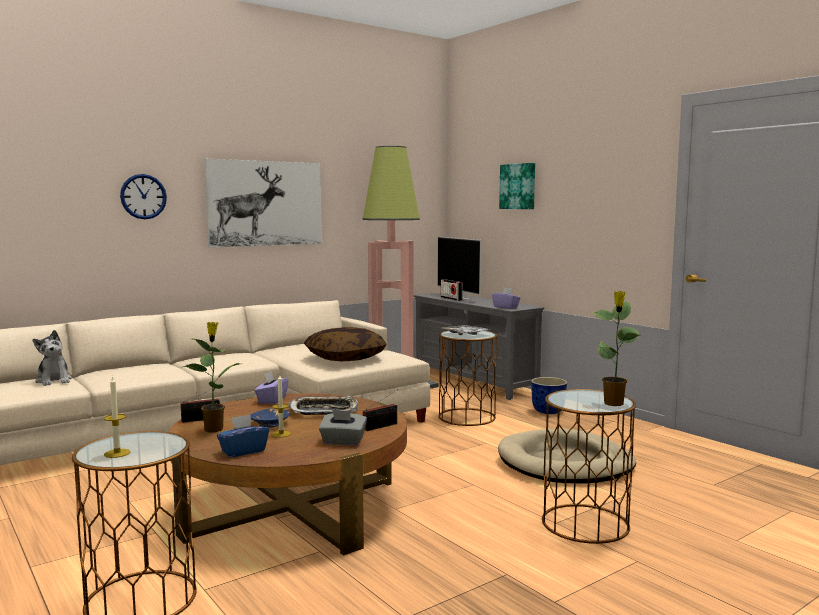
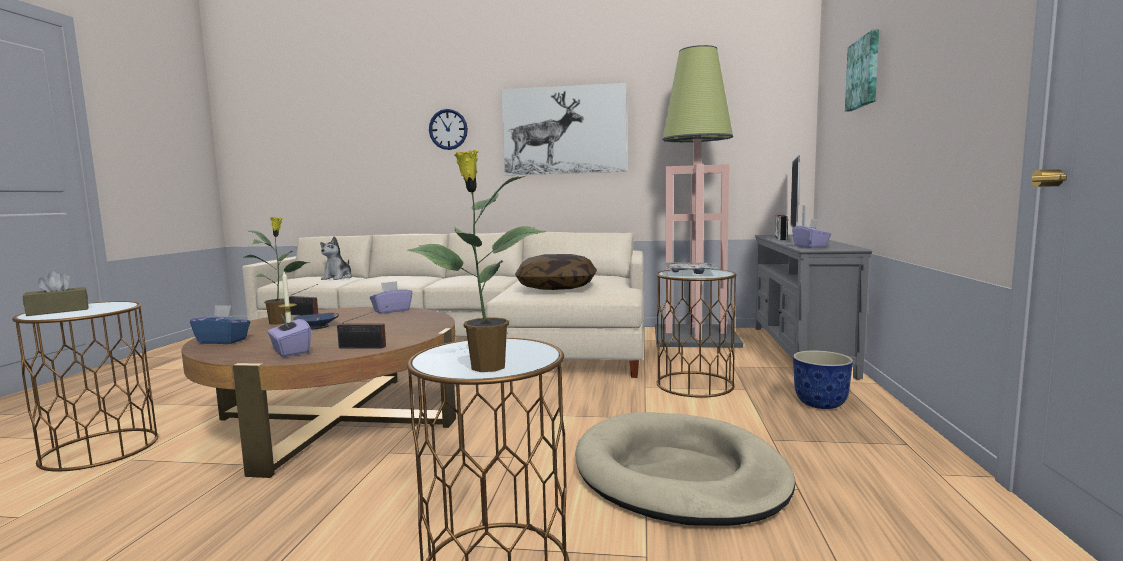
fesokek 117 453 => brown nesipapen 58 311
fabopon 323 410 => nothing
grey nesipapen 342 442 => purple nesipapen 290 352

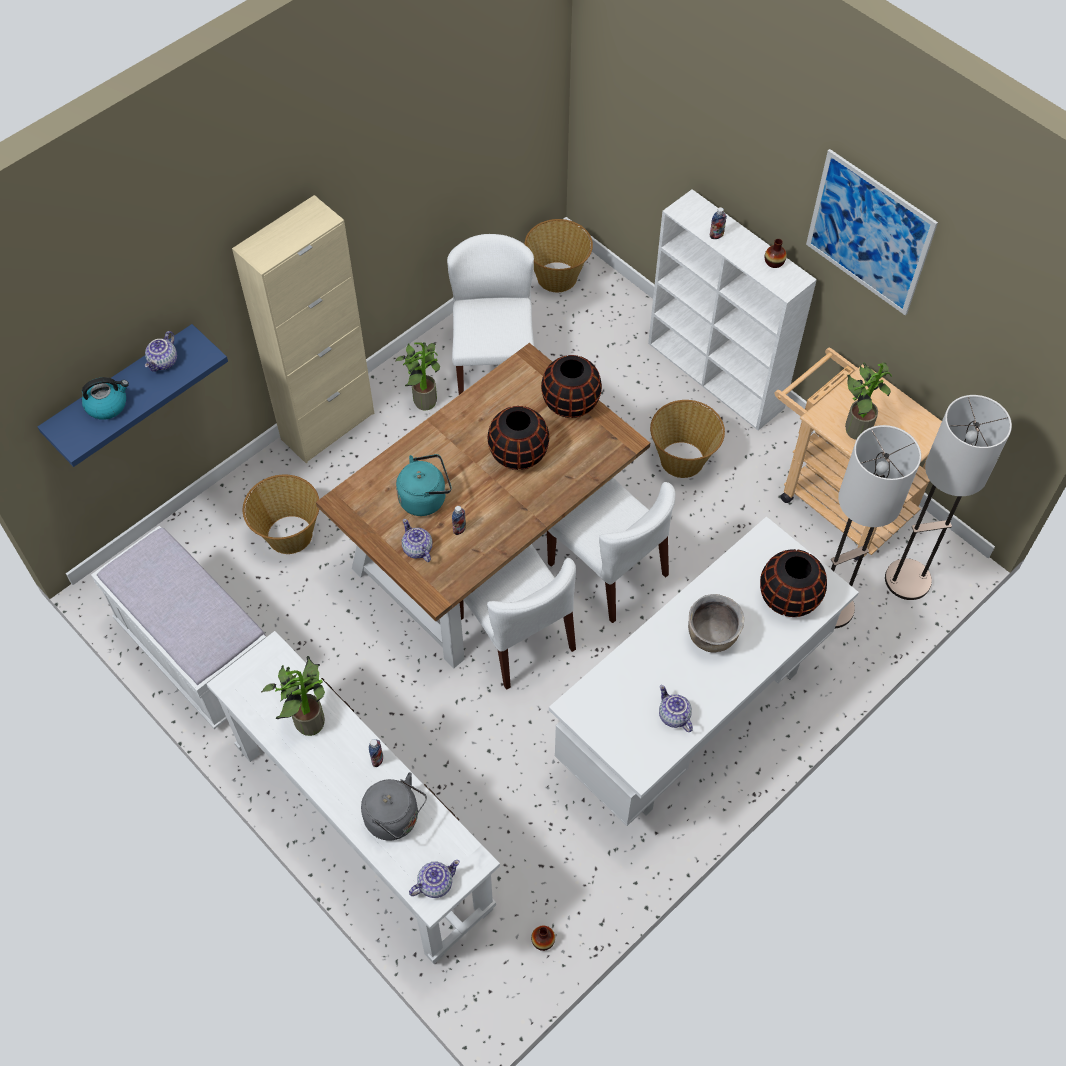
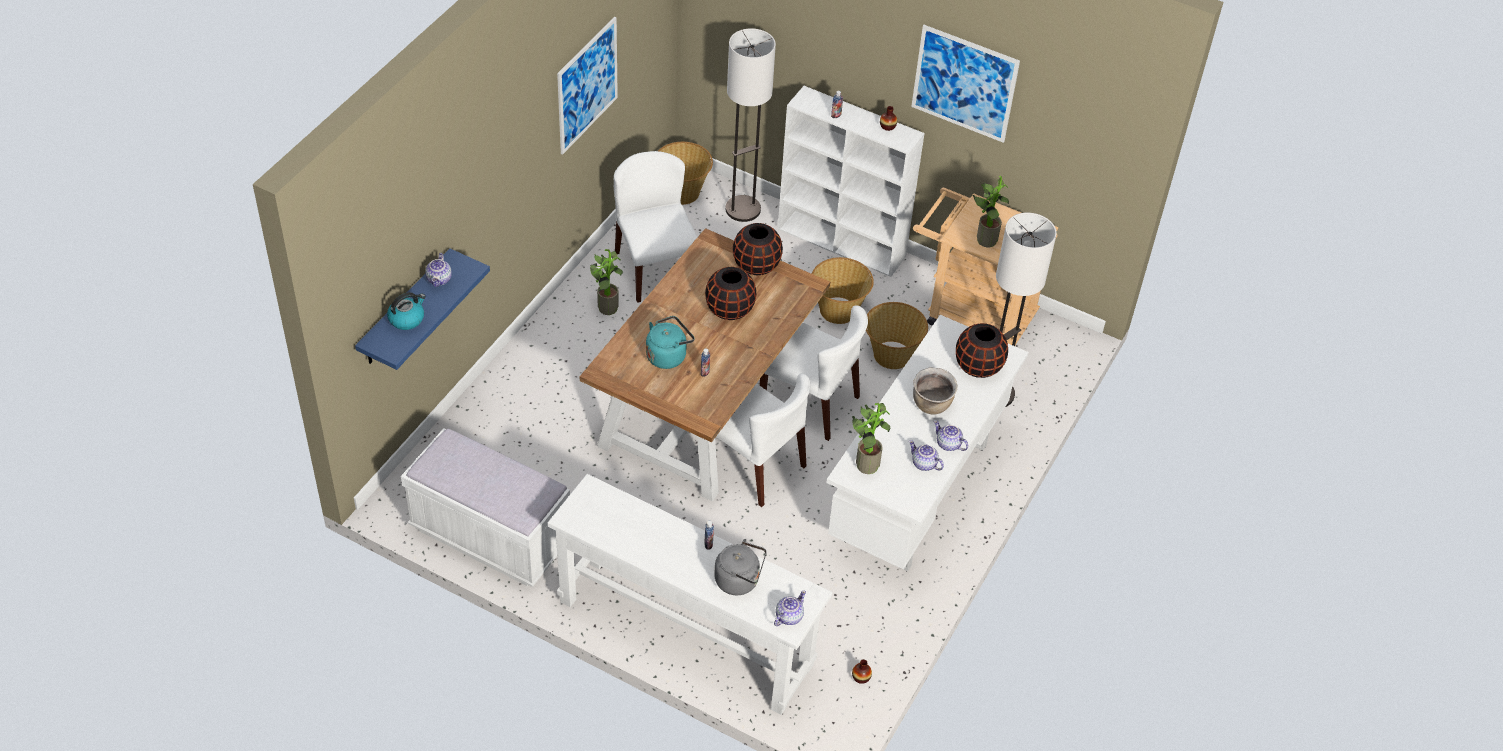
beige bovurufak 328 426 => nothing
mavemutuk 907 579 => mavemutuk 743 209, move
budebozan 288 534 => budebozan 891 355, move
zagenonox 417 549 => zagenonox 948 444, move
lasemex 308 719 => lasemex 864 463, move
nothing => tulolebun 587 85

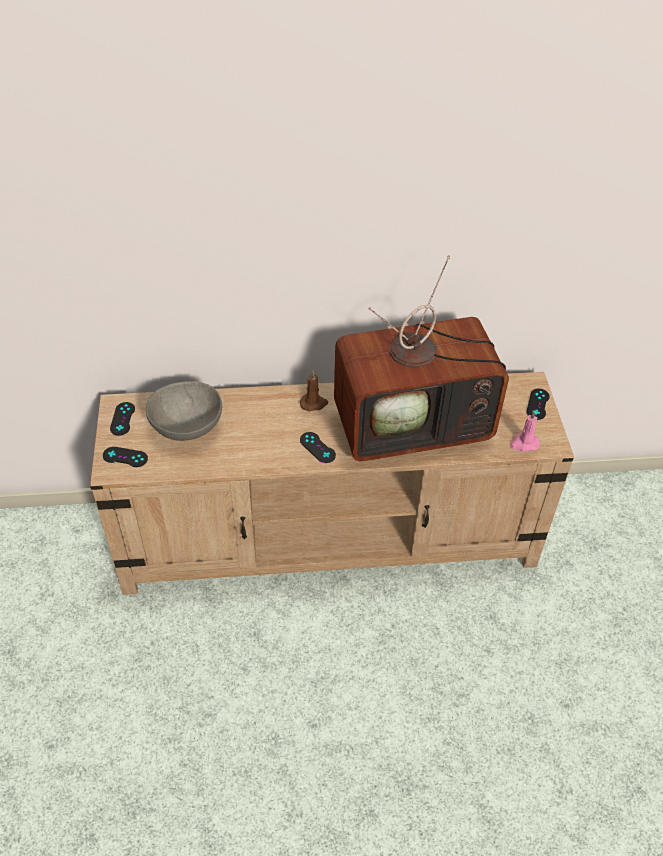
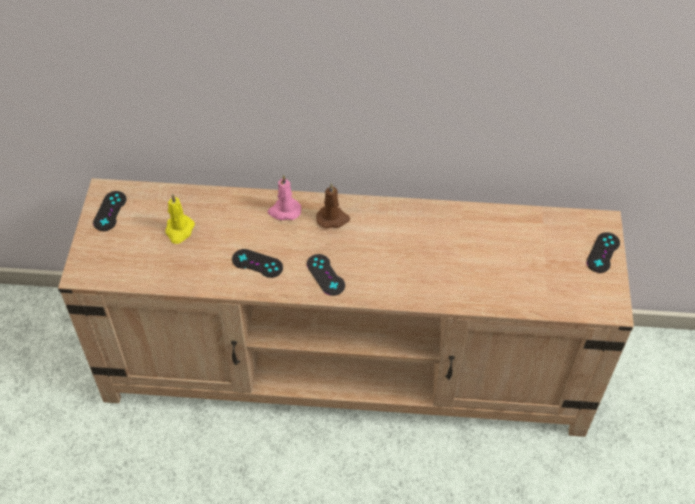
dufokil 415 422 => nothing
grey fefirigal 186 427 => yellow fesokek 179 230
pink fesokek 524 443 => pink fesokek 284 211, move
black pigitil 125 457 => black pigitil 257 263, move

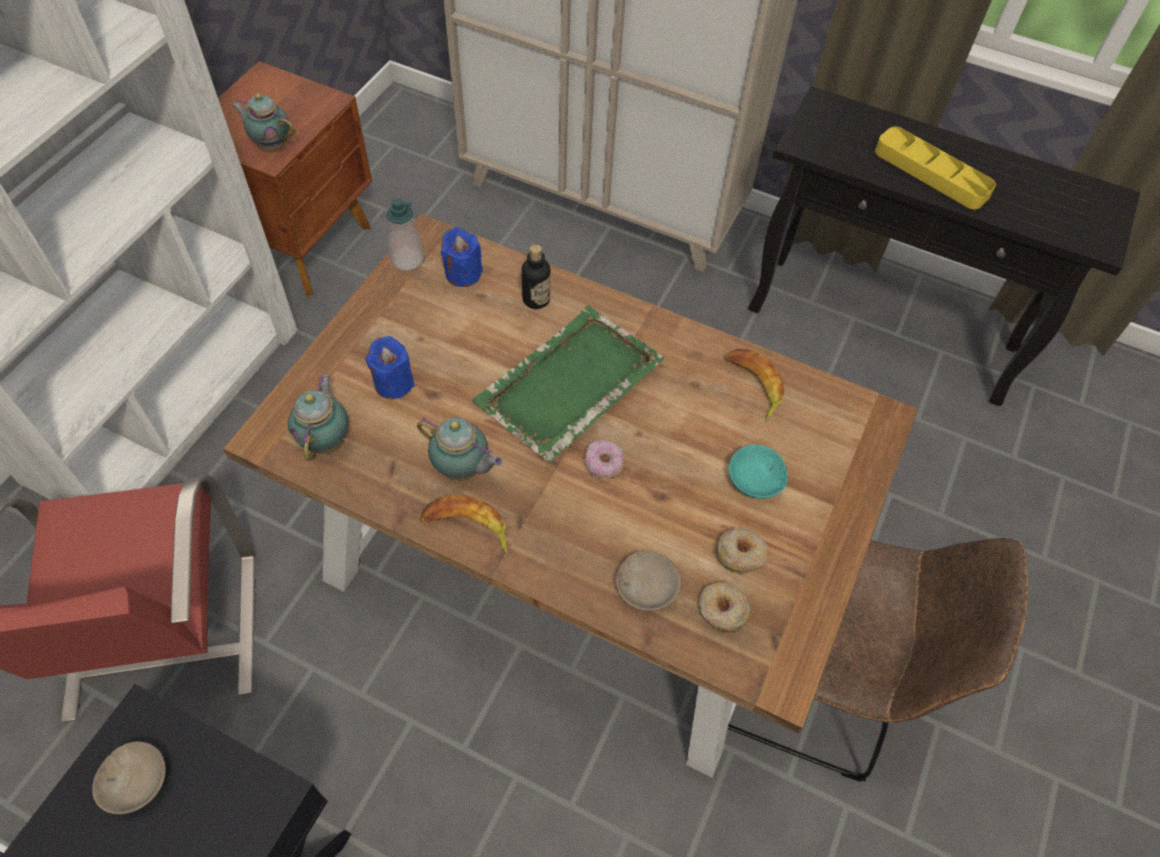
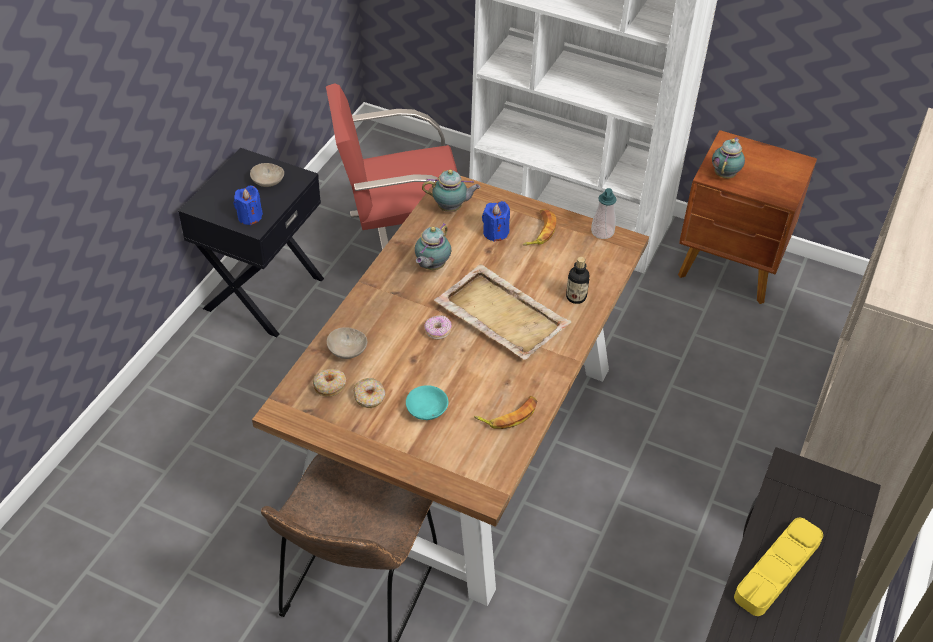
blue fesokek 463 273 => blue fesokek 249 217, move
green fabopon 568 385 => beige fabopon 500 314
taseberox 467 528 => taseberox 539 231, move

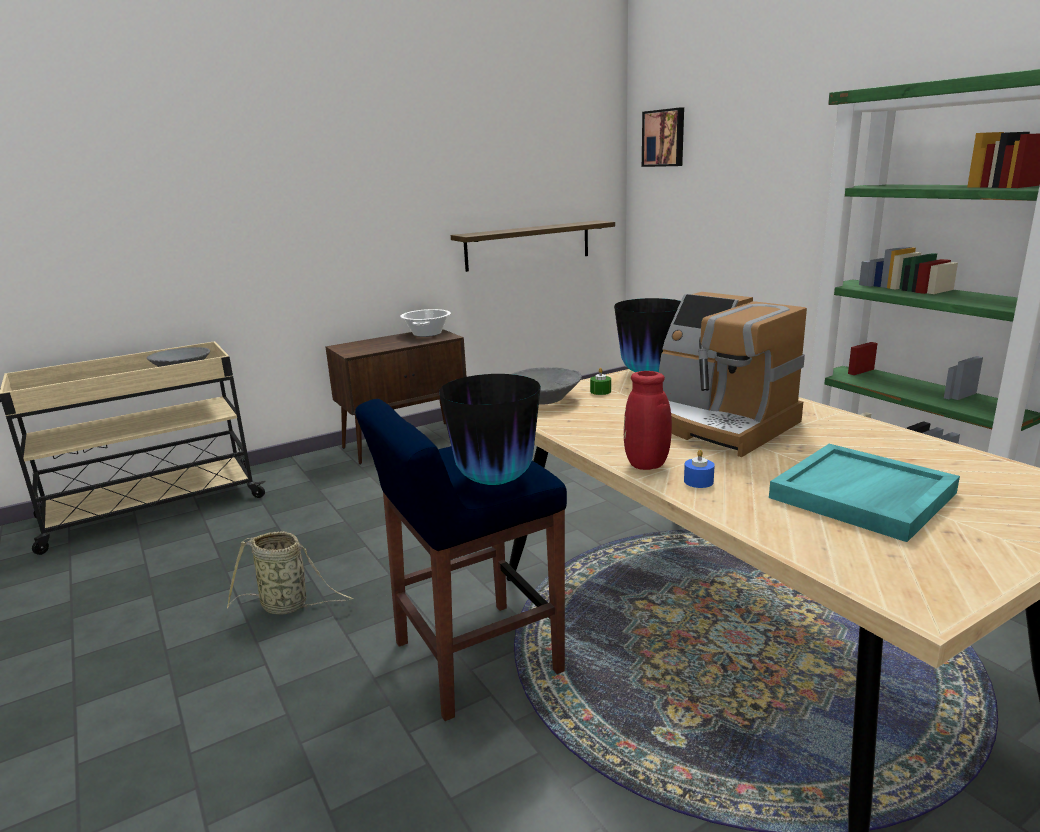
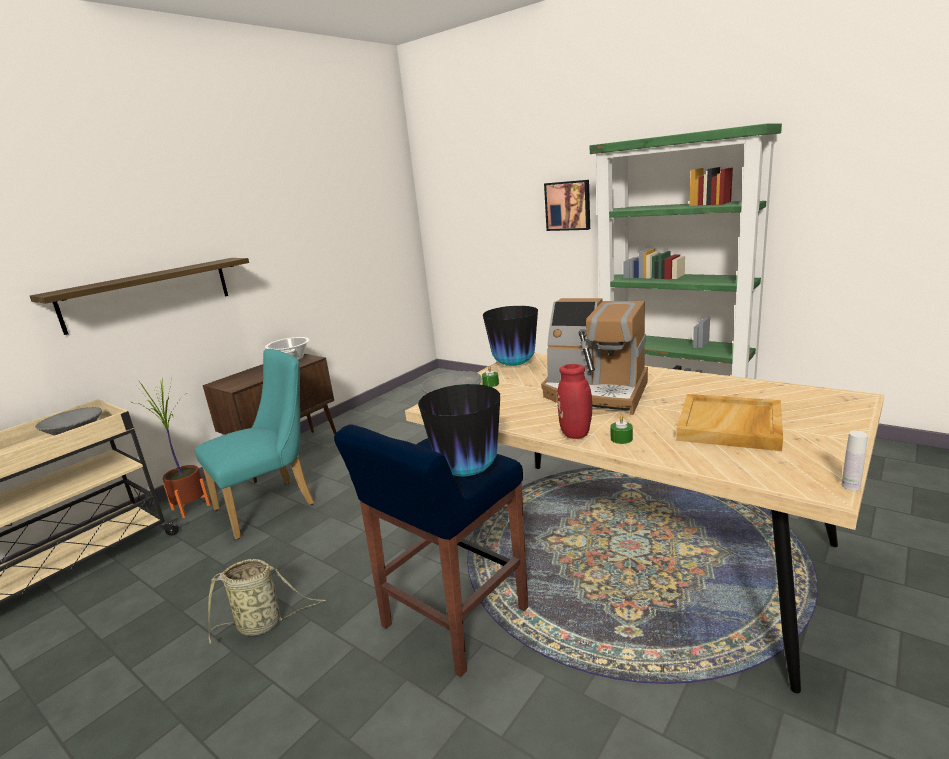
tulolebun 664 138 => tulolebun 568 205, move
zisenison 528 245 => zisenison 148 294, move
turquoise fabopon 863 496 => beige fabopon 730 426
blue fesokek 698 481 => green fesokek 621 439
nothing => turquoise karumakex 272 504
nothing => lasemex 191 507
nothing => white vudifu 850 486

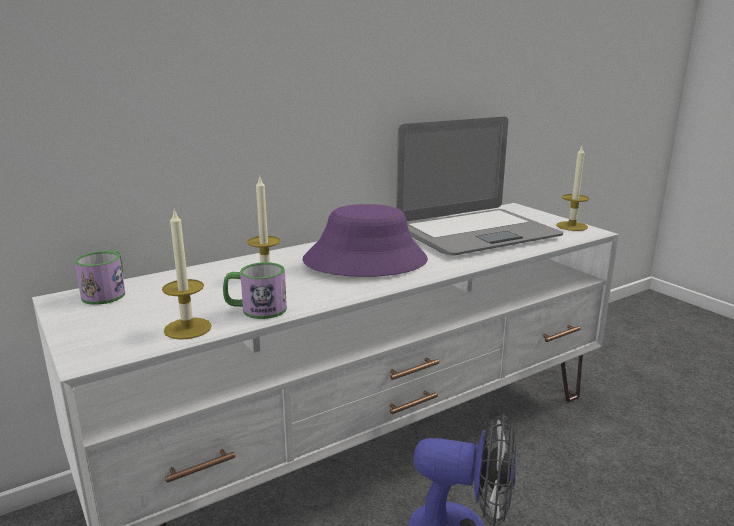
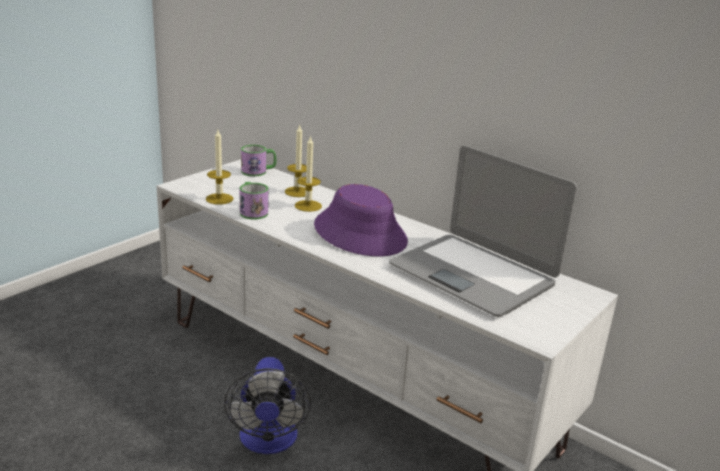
fesokek 572 226 => fesokek 297 192, move

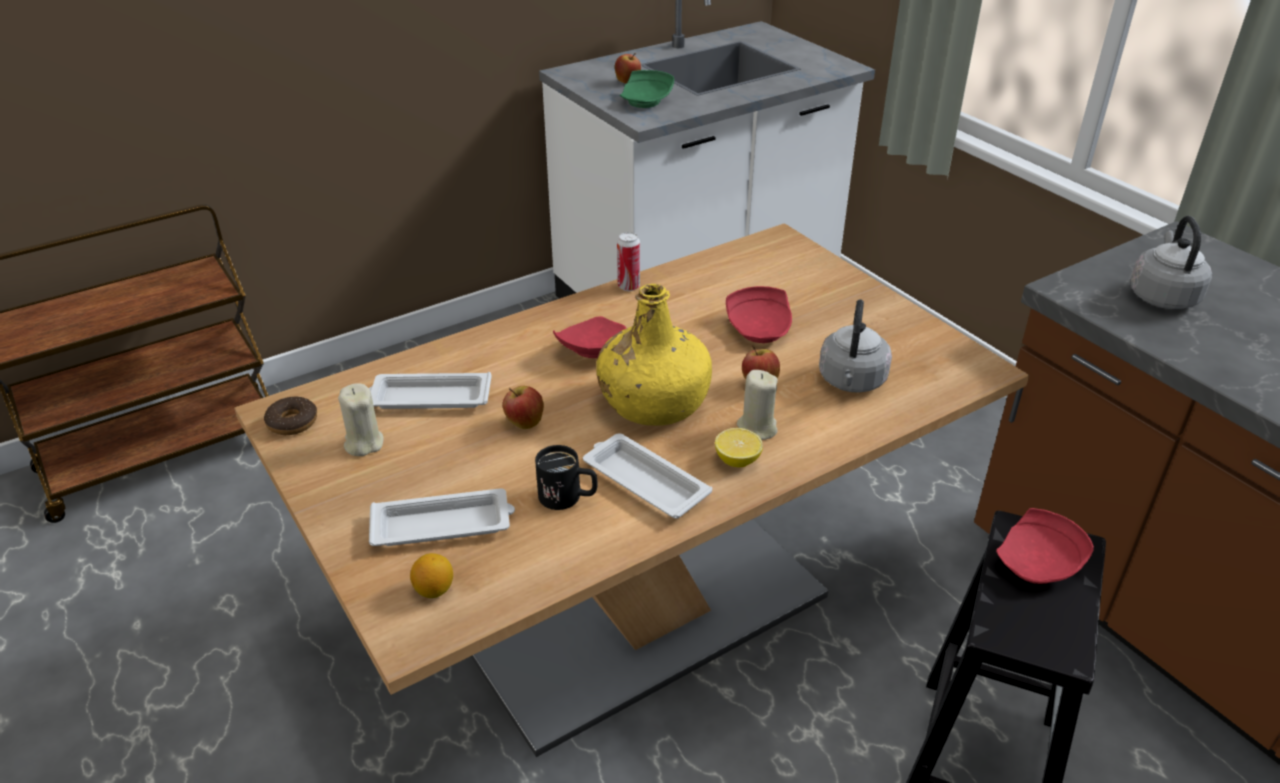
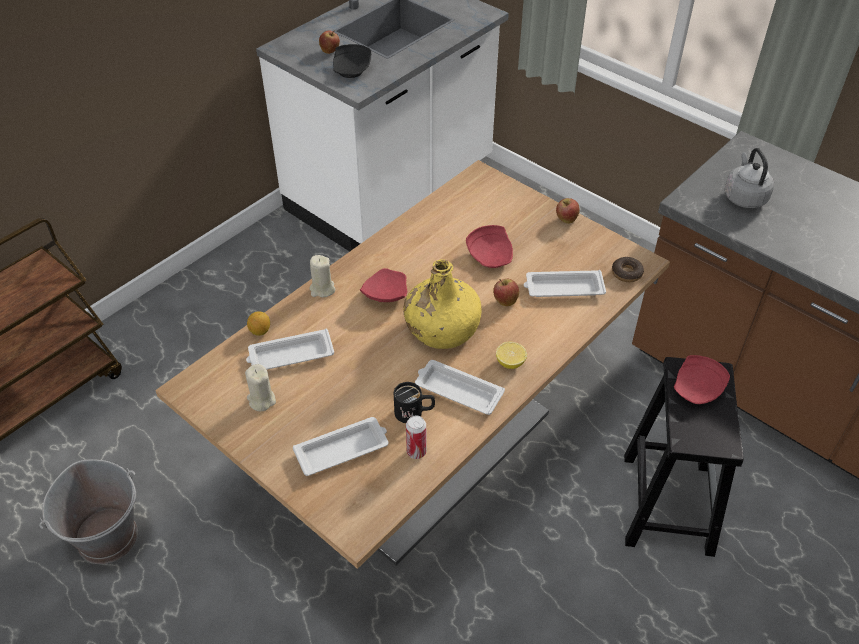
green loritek 646 100 => black loritek 352 69
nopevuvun 628 286 => nopevuvun 416 452, move
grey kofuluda 851 382 => white fabopon 563 288
beige fesokek 756 428 => beige fesokek 322 289, move
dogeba 524 423 => dogeba 566 220, move
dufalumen 292 422 => dufalumen 626 273, move
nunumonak 434 590 => nunumonak 260 331, move
nothing => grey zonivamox 109 537

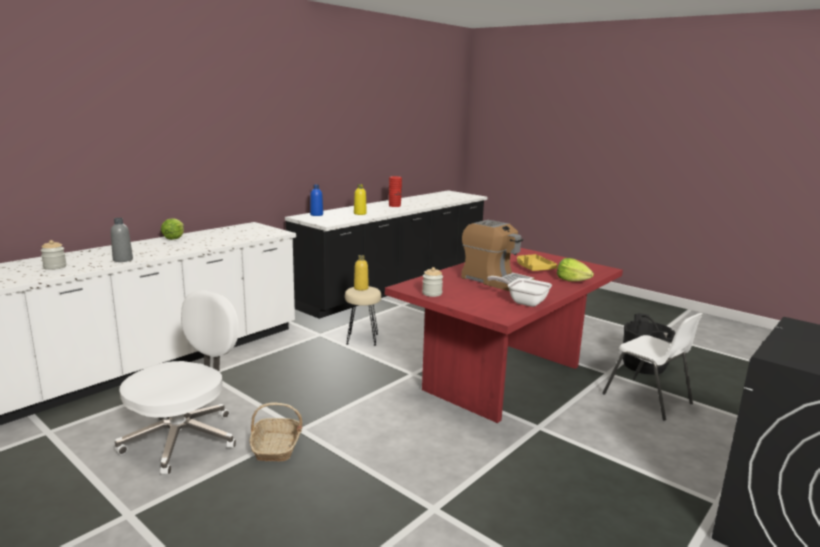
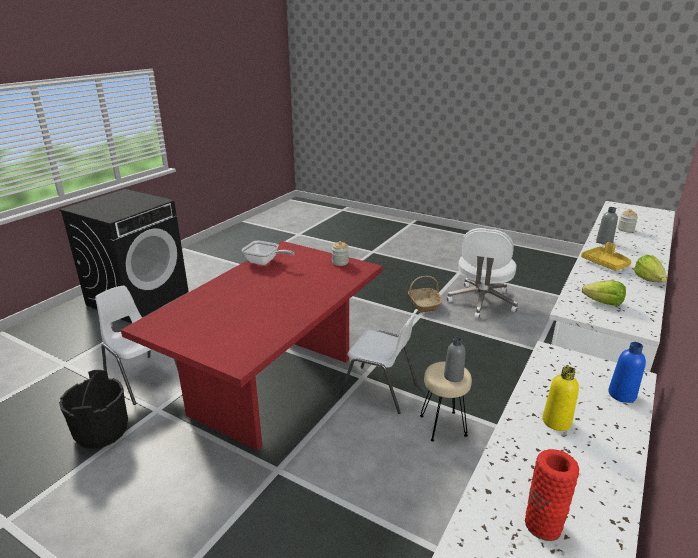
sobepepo 495 281 => nothing
yellow fabopon 533 268 => yellow fabopon 605 263, move
yellow vudifu 361 288 => grey vudifu 453 376
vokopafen 572 280 => vokopafen 603 303, move
nothing => white karumakex 380 390

